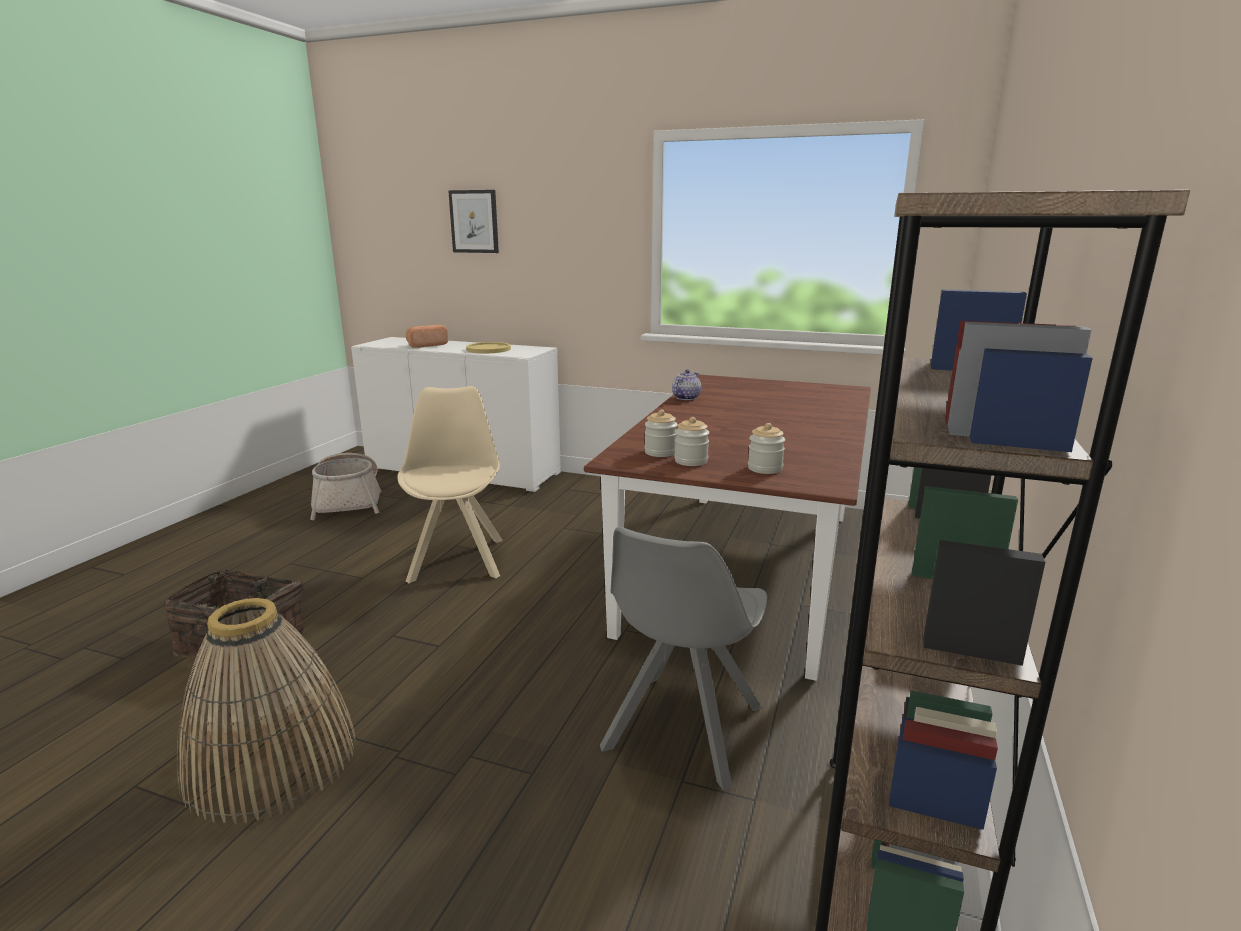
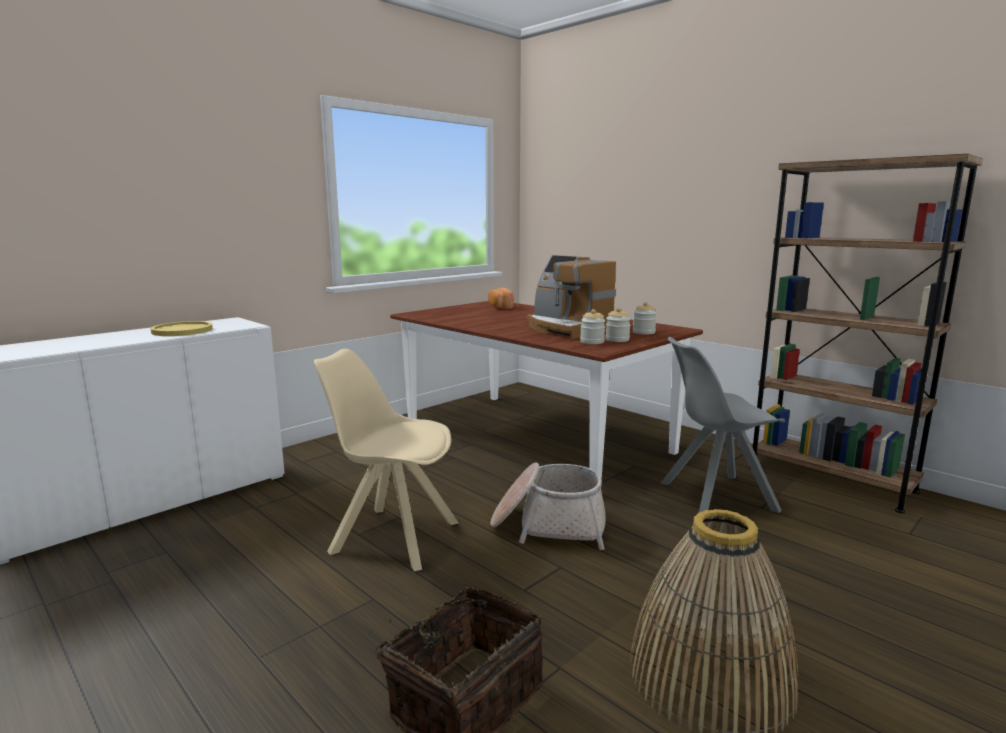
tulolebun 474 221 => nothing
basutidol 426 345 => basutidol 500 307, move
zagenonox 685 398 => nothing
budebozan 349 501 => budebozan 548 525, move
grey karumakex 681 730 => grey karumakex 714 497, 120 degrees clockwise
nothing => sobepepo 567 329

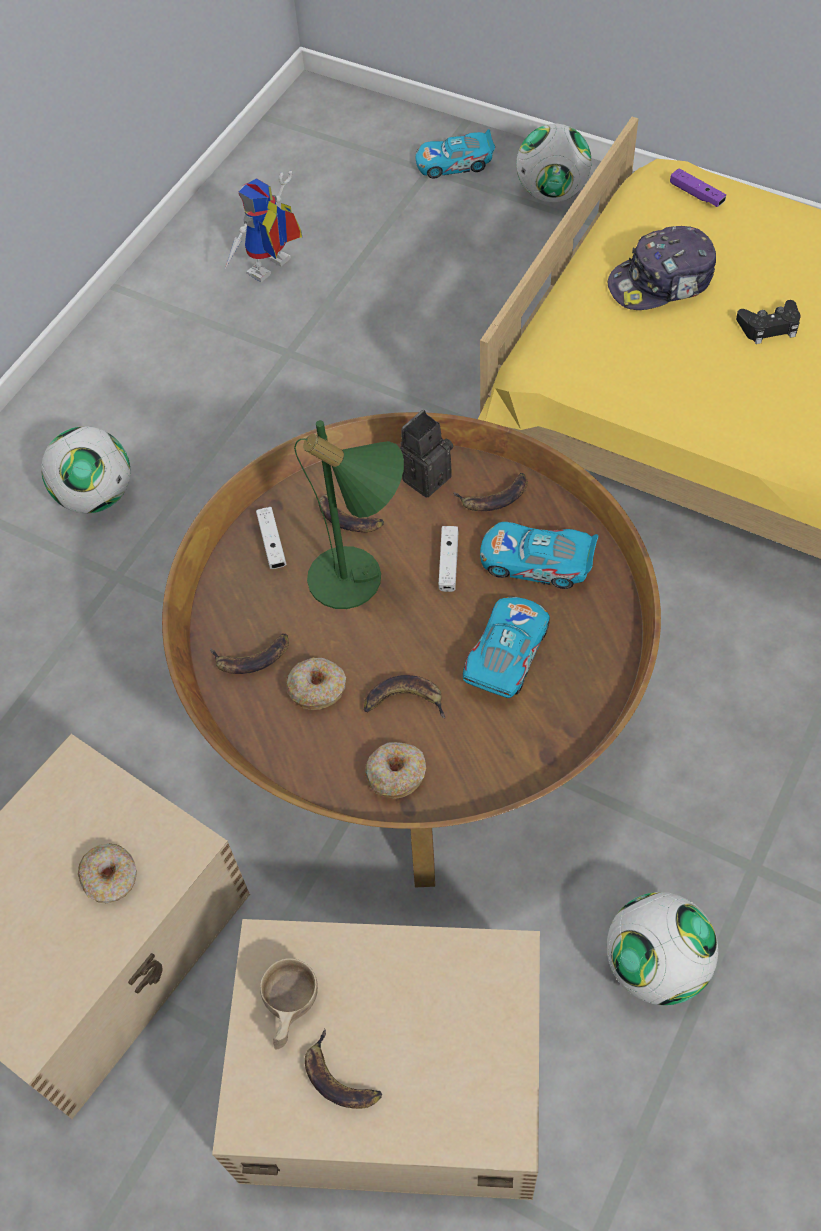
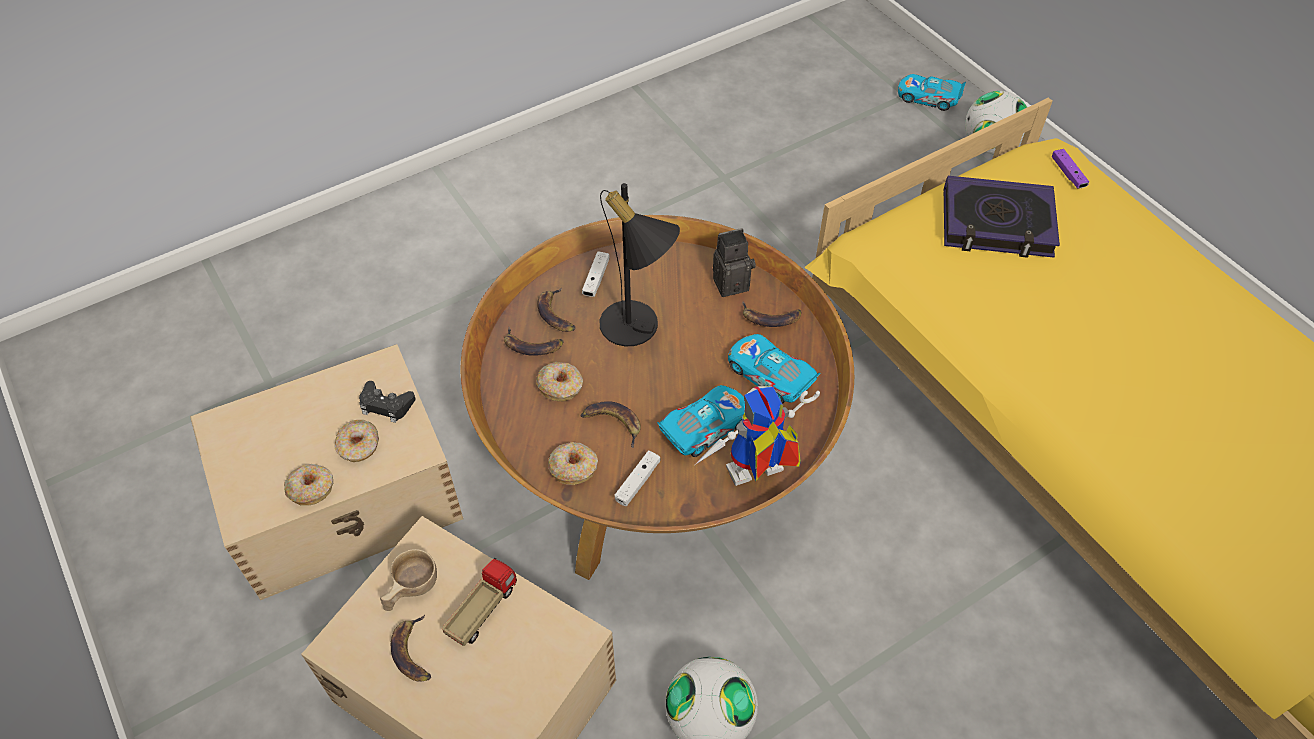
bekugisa 271 272 => bekugisa 753 478, move
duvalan 662 282 => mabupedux 996 224
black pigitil 769 327 => black pigitil 386 405, move
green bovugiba 359 580 => black bovugiba 637 330
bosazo 96 496 => nothing
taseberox 349 516 => taseberox 556 314, move
white pigitil 448 563 => white pigitil 637 482, move
nothing => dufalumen 311 488
nothing => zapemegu 482 610

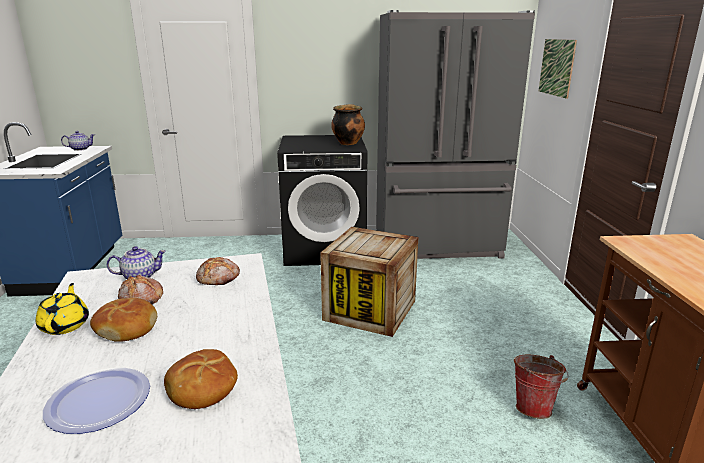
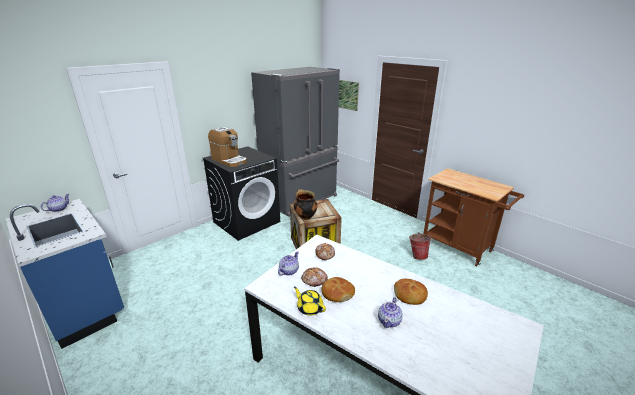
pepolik 348 143 => pepolik 305 216, move
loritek 99 401 => zagenonox 389 321
nothing => sobepepo 229 160

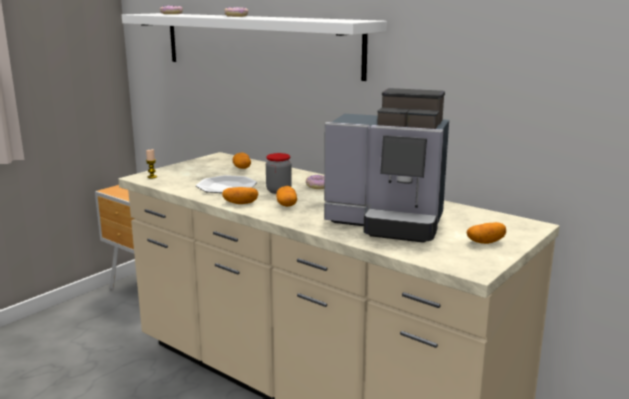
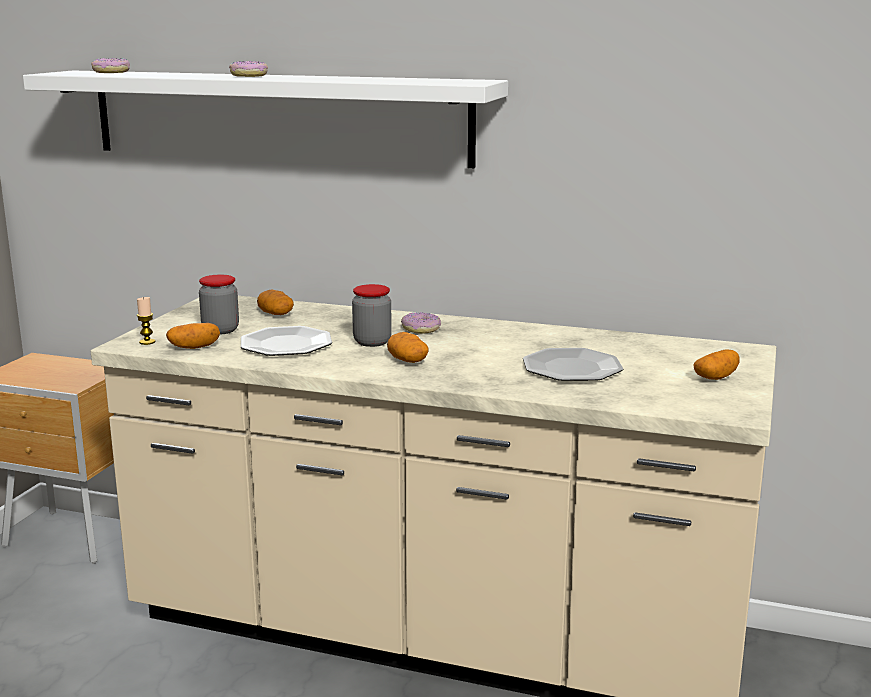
sobepepo 388 222 => loritek 572 368
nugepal 240 203 => nugepal 194 347, move
nothing => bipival 220 330

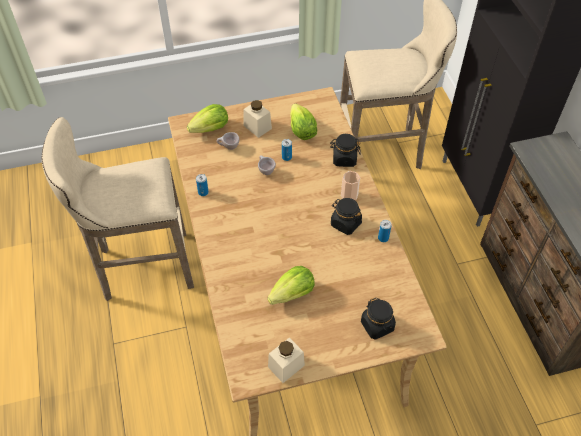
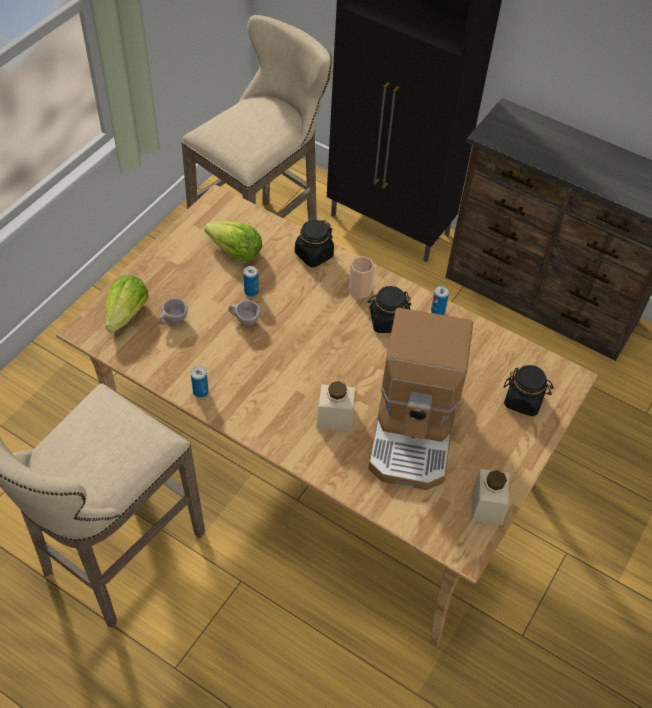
beige bipival 257 127 => beige bipival 335 418, move
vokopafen 293 294 => sobepepo 415 429

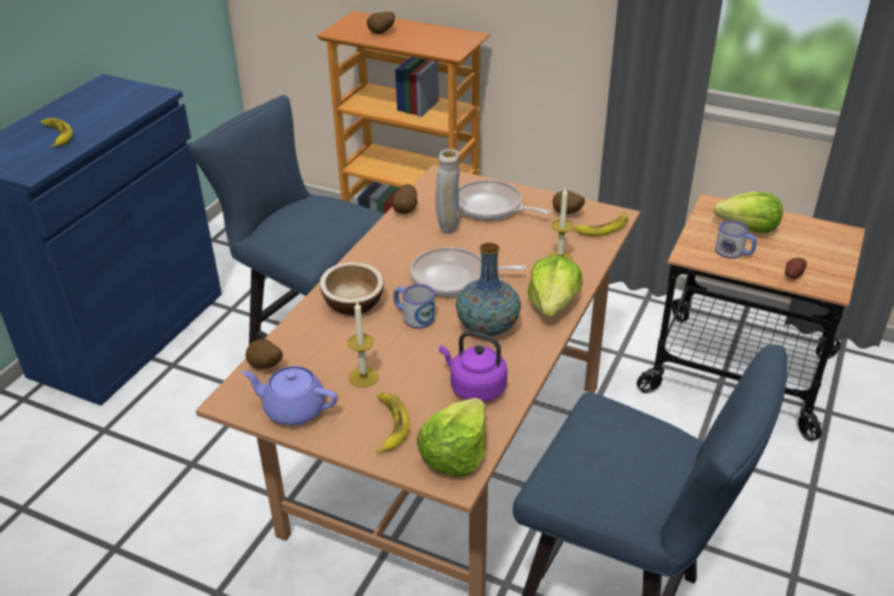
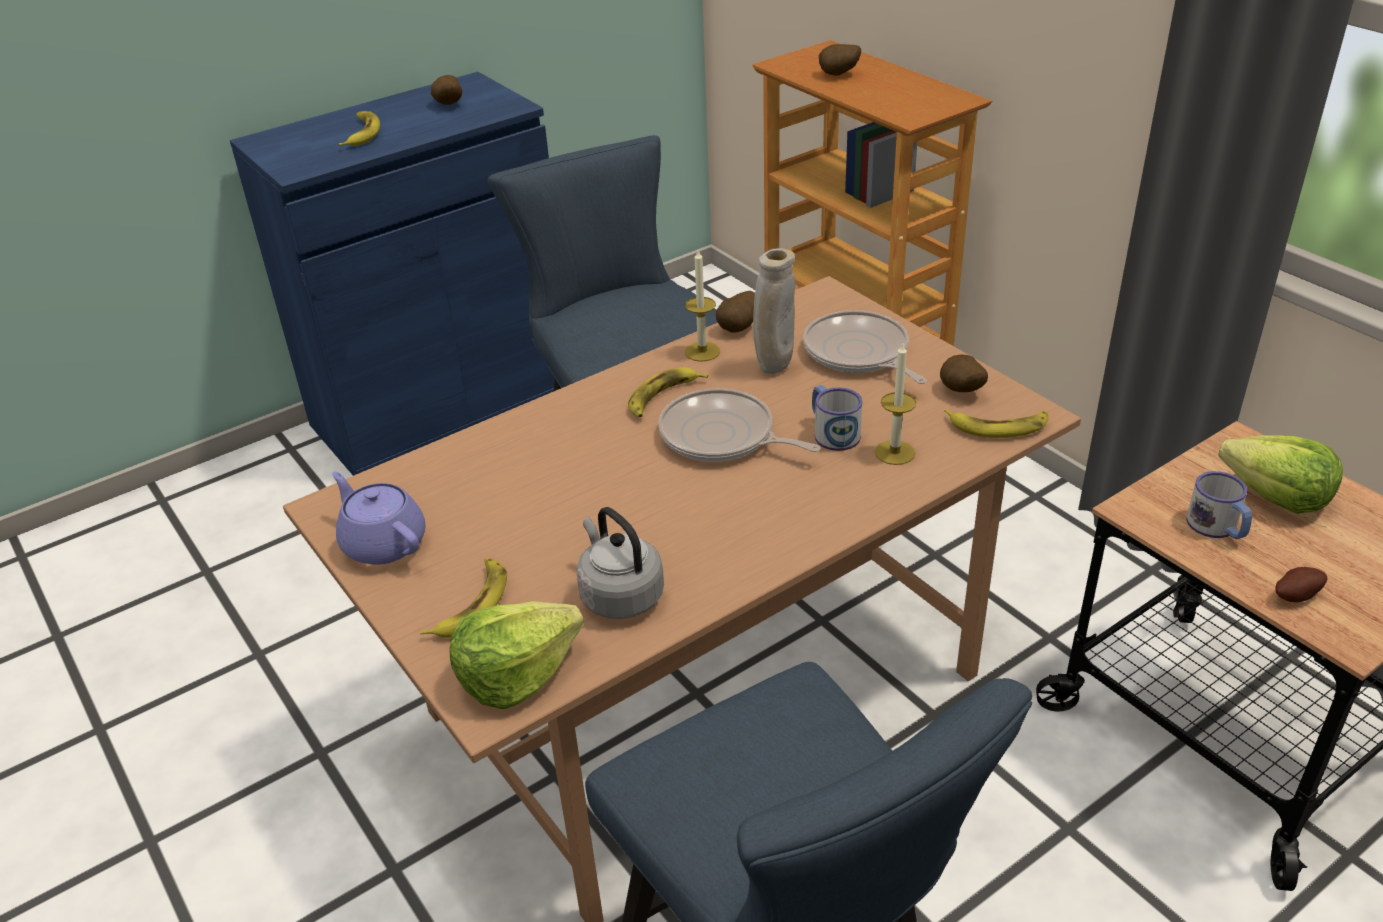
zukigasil 487 327 => nothing
vokopafen 553 304 => nothing
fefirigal 353 303 => nothing
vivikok 414 316 => vivikok 832 432, move
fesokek 363 377 => fesokek 702 351, move
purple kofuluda 475 388 => grey kofuluda 619 595
nugepal 265 367 => nugepal 448 105, move
nothing => taseberox 663 397

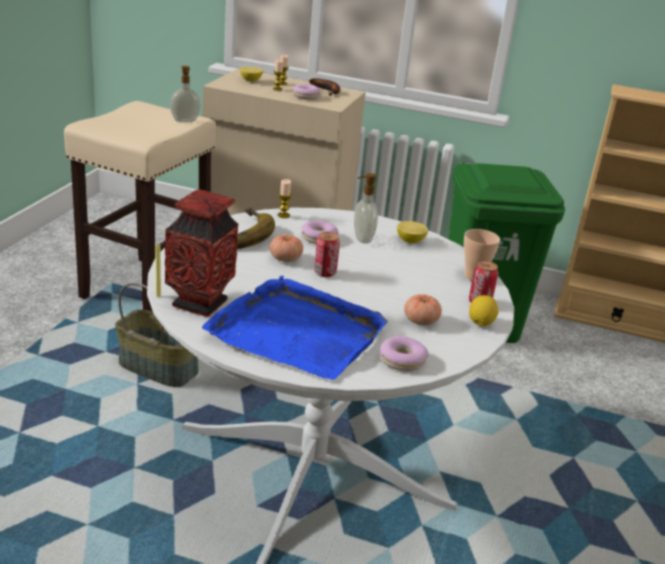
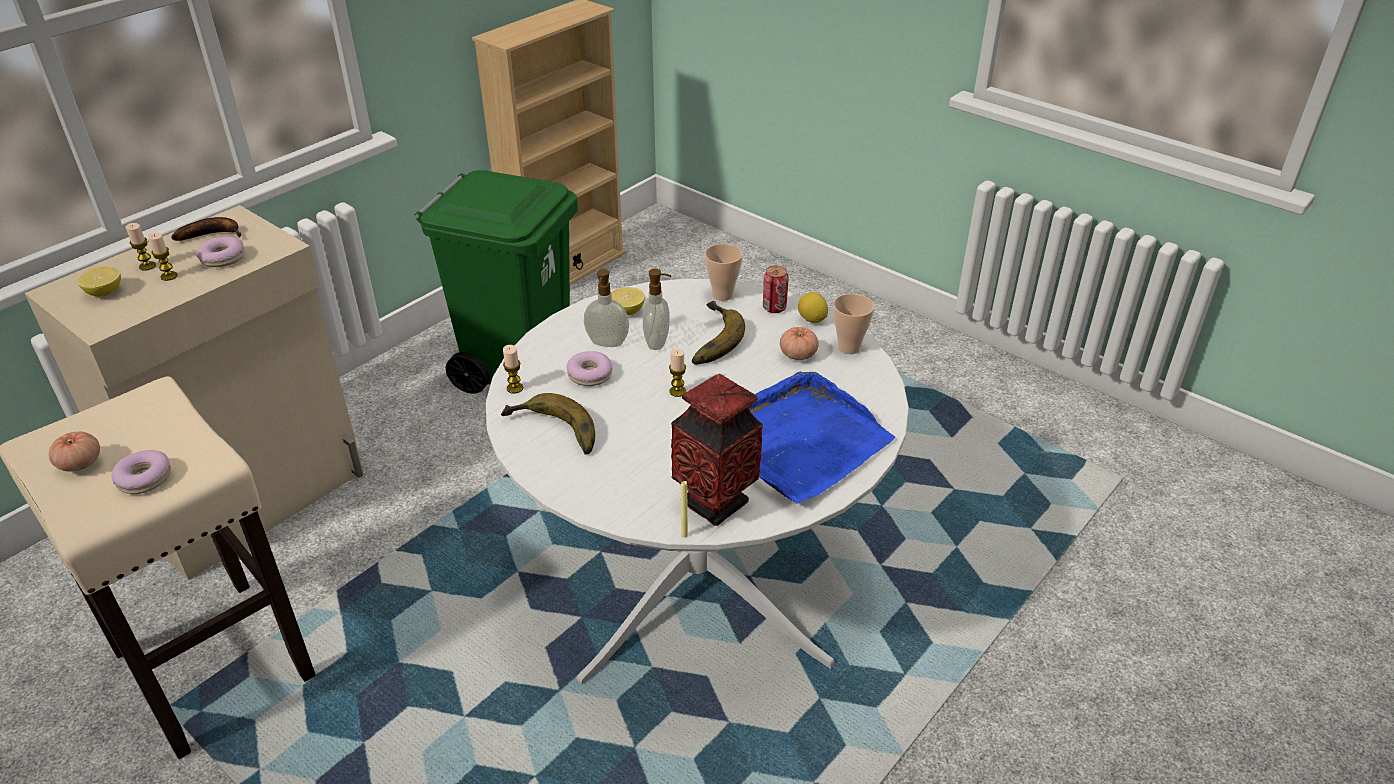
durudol 185 121 => durudol 658 342, move
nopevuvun 325 273 => fesokek 677 391
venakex 285 258 => venakex 80 463, move
budebozan 159 367 => nothing
dufalumen 402 360 => dufalumen 145 478, move
nothing => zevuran 849 347
nothing => taseberox 708 339

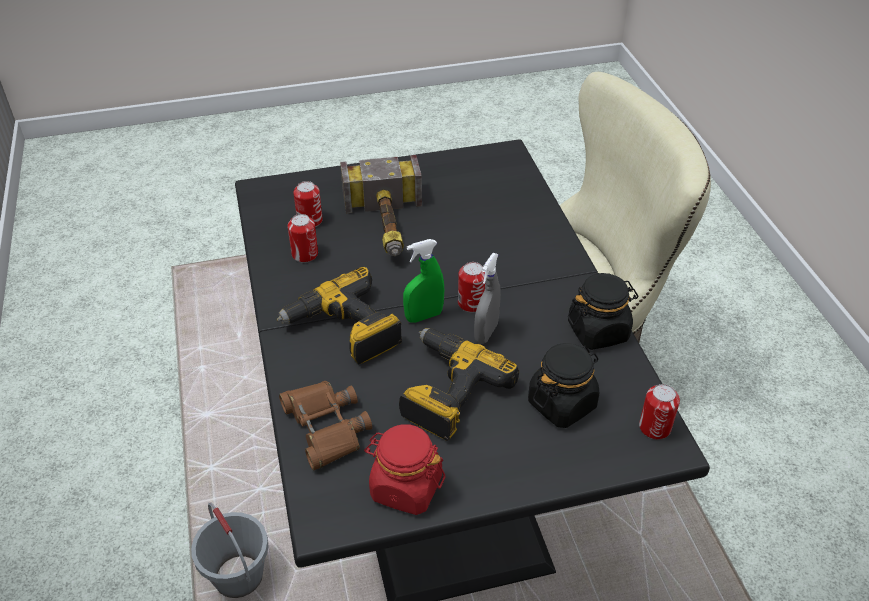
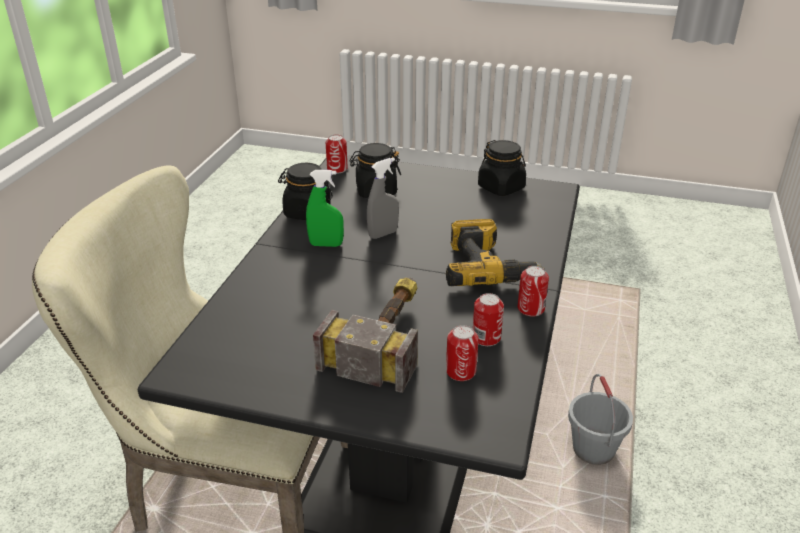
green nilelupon 424 316 => green nilelupon 326 244, move
nopevuvun 471 303 => nopevuvun 531 308, move
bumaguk 446 391 => nothing
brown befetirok 325 427 => nothing
red bipival 405 487 => black bipival 501 187

